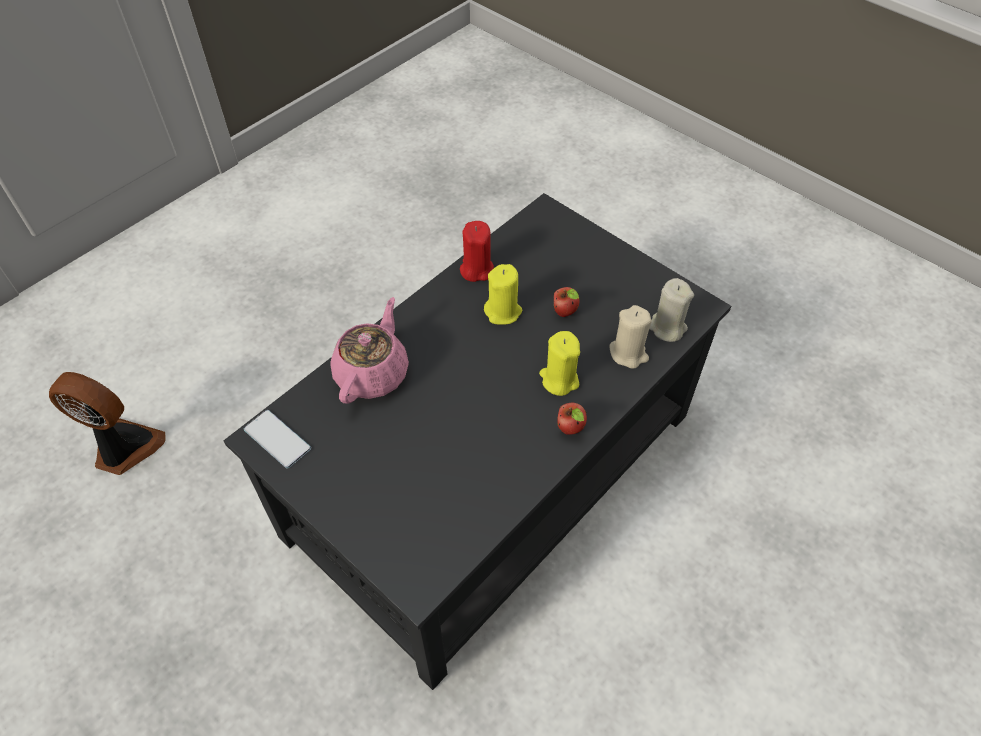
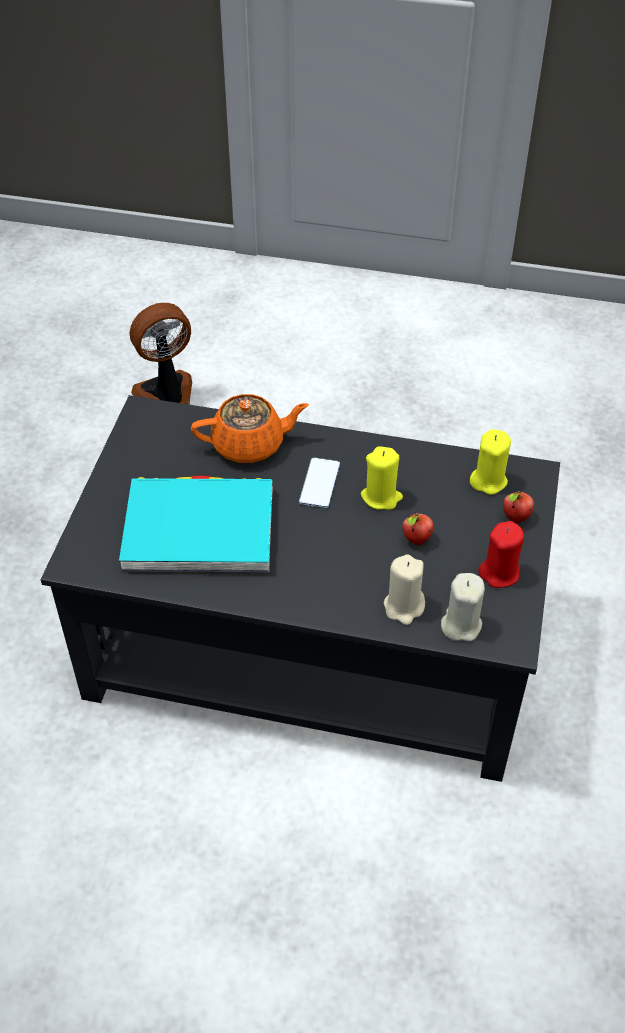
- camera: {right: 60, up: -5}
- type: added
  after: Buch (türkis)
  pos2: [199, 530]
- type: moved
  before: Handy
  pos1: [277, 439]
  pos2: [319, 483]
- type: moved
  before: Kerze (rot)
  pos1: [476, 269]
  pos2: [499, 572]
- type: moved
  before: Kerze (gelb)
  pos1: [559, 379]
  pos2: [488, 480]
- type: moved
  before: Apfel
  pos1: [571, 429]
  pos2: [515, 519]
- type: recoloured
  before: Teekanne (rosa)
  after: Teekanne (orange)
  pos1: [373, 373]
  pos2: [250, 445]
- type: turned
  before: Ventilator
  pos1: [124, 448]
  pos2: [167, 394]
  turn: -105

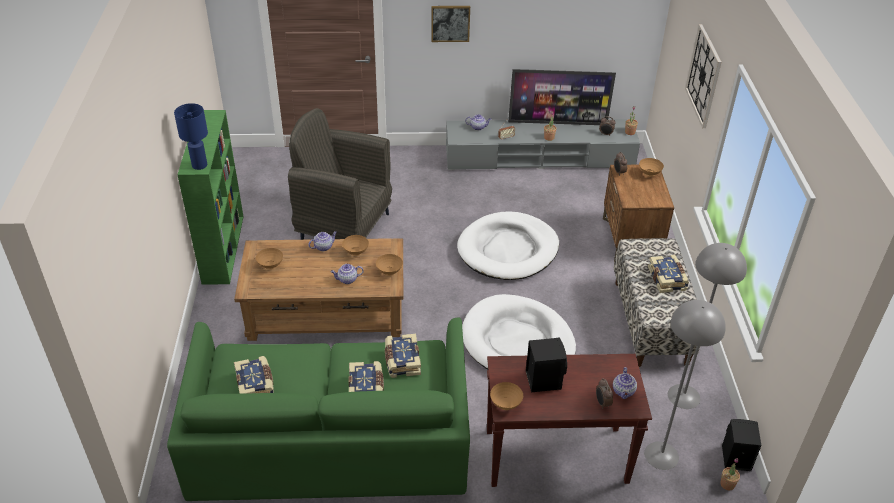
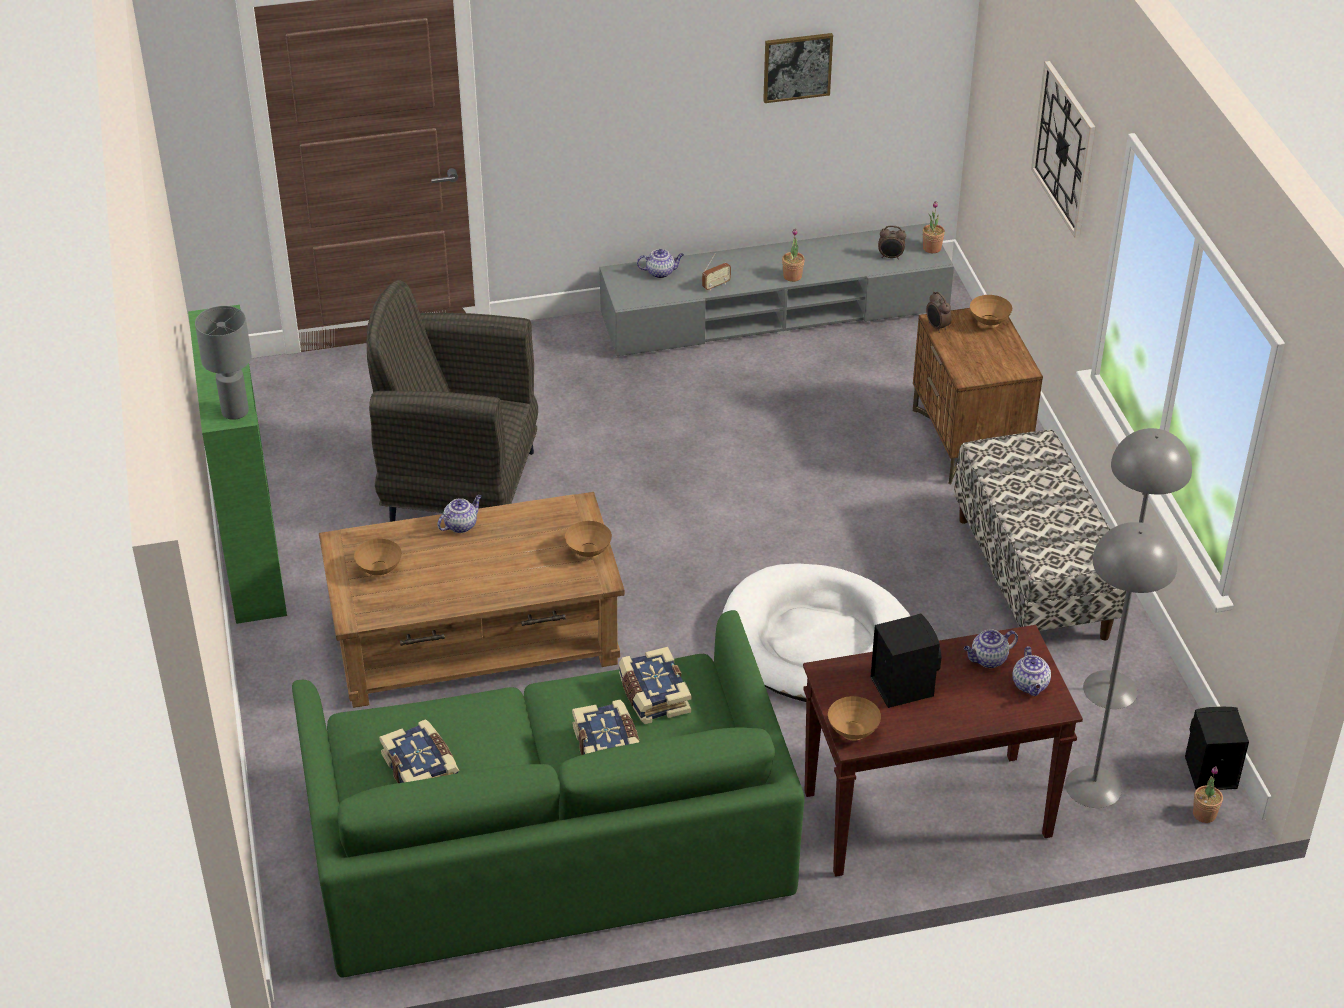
- camera: {right: -10, up: 0}
- type: removed
  before: Schüssel (braun)
  pos1: [356, 252]
- type: removed
  before: Hundebett (weiß)
  pos1: [508, 249]
- type: removed
  before: Fernseher
  pos1: [557, 123]
- type: removed
  before: Wecker
  pos1: [602, 403]
- type: removed
  before: Buch
  pos1: [667, 279]
- type: moved
  before: Teekanne
  pos1: [347, 280]
  pos2: [988, 660]
- type: moved
  before: Bild
  pos1: [450, 23]
  pos2: [797, 67]
- type: recoloured
  before: Tischlampe (blau)
  after: Tischlampe (grau)
  pos1: [200, 165]
  pos2: [236, 411]

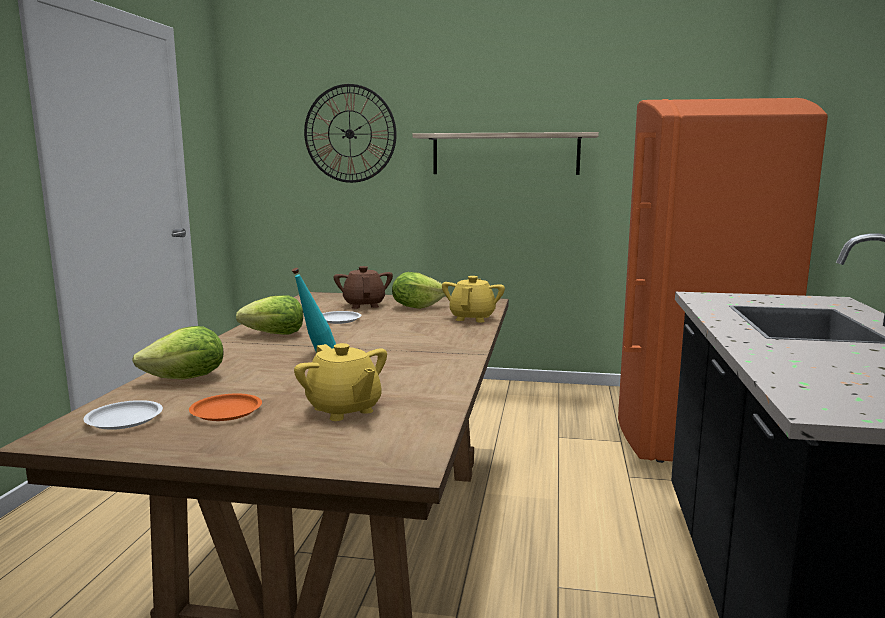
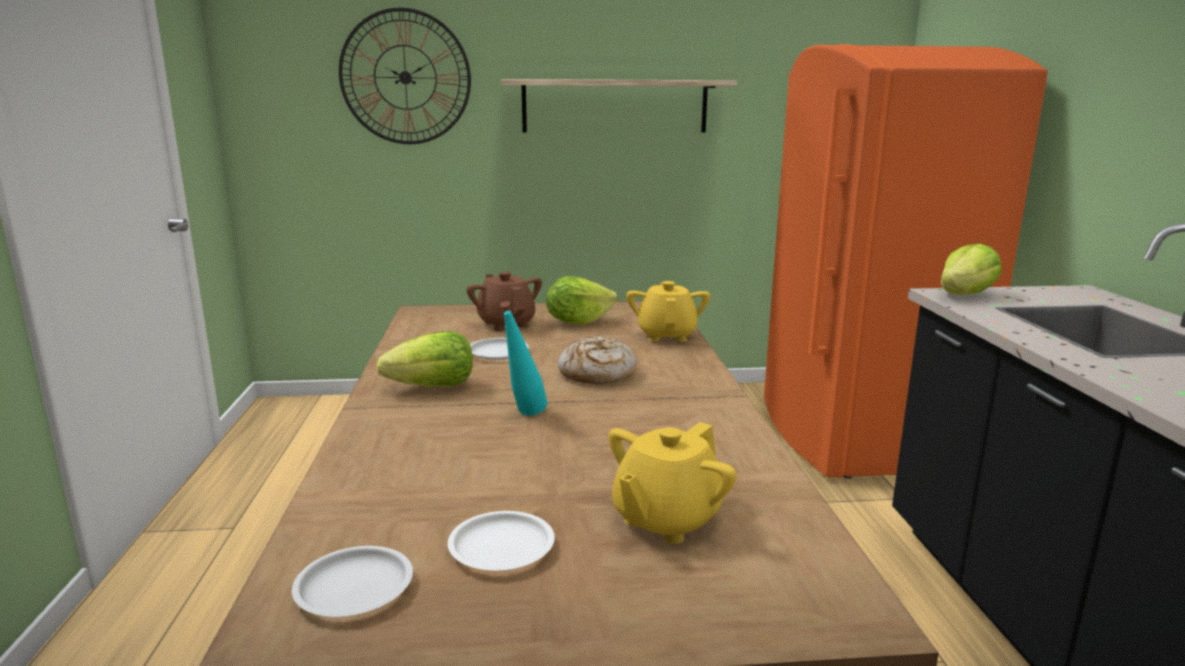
- camera: {right: -15, up: 5}
- type: added
  after: Brot
  pos2: [597, 373]
- type: moved
  before: Salatkopf
  pos1: [187, 379]
  pos2: [965, 295]
- type: recoloured
  before: Teller (orange)
  after: Teller (weiß)
  pos1: [226, 411]
  pos2: [501, 547]
- type: turned
  before: Teekanne (gelb)
  pos1: [343, 410]
  pos2: [666, 519]
  turn: 90

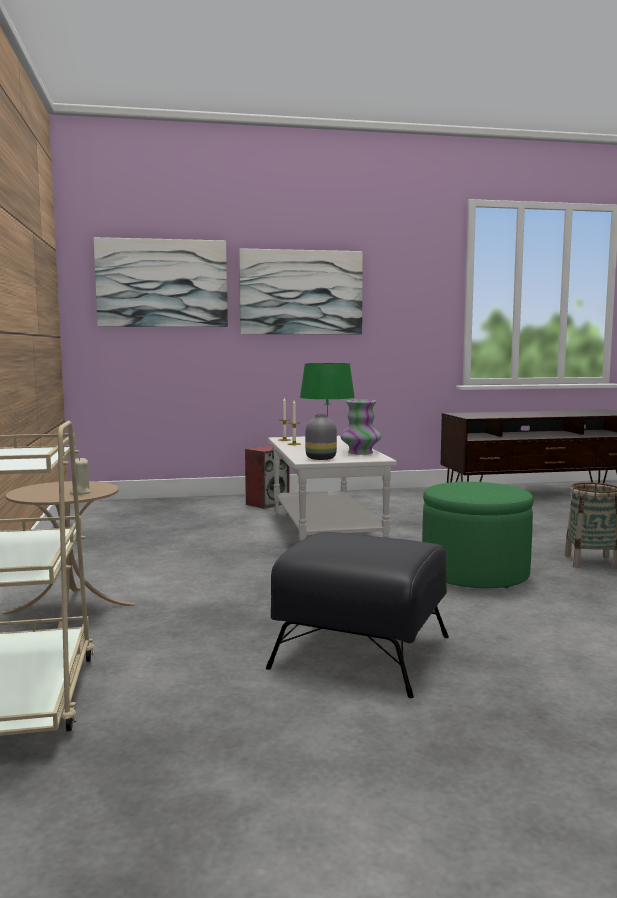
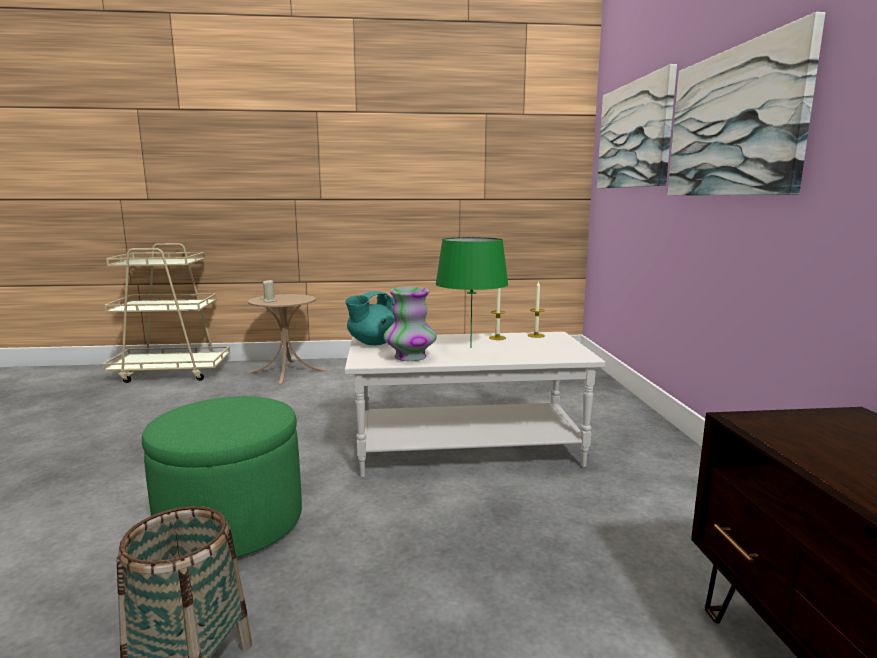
- camera: {right: 95, up: 5}
- type: removed
  before: Lautsprecher
  pos1: [267, 503]
- type: removed
  before: Polsterhocker (schwarz)
  pos1: [360, 651]
- type: replaced
  before: Vase (grau)
  after: Teekanne (türkis)
  pos1: [321, 459]
  pos2: [373, 343]

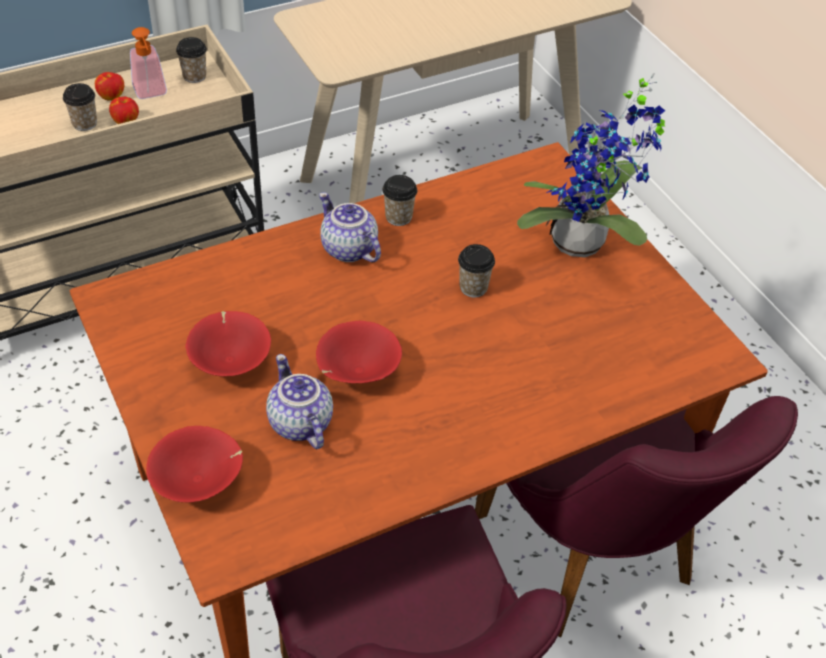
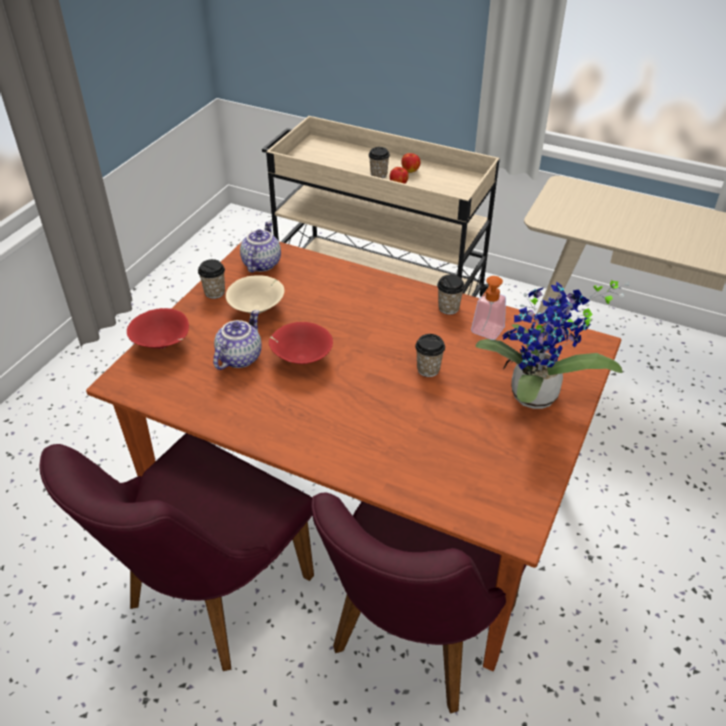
- camera: {right: 55, up: -5}
- type: moved
  before: Seifenspender
  pos1: [151, 93]
  pos2: [485, 333]
- type: moved
  before: Tasse
  pos1: [194, 76]
  pos2: [214, 292]
- type: moved
  before: Teekanne
  pos1: [347, 249]
  pos2: [260, 263]
- type: recoloured
  before: Schüssel (rot)
  after: Schüssel (beige)
  pos1: [231, 361]
  pos2: [258, 309]

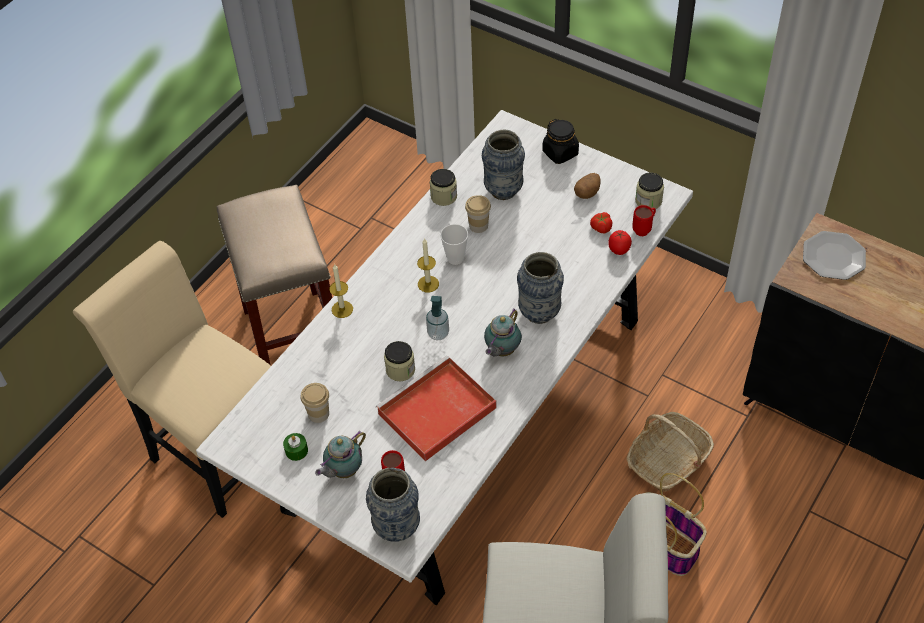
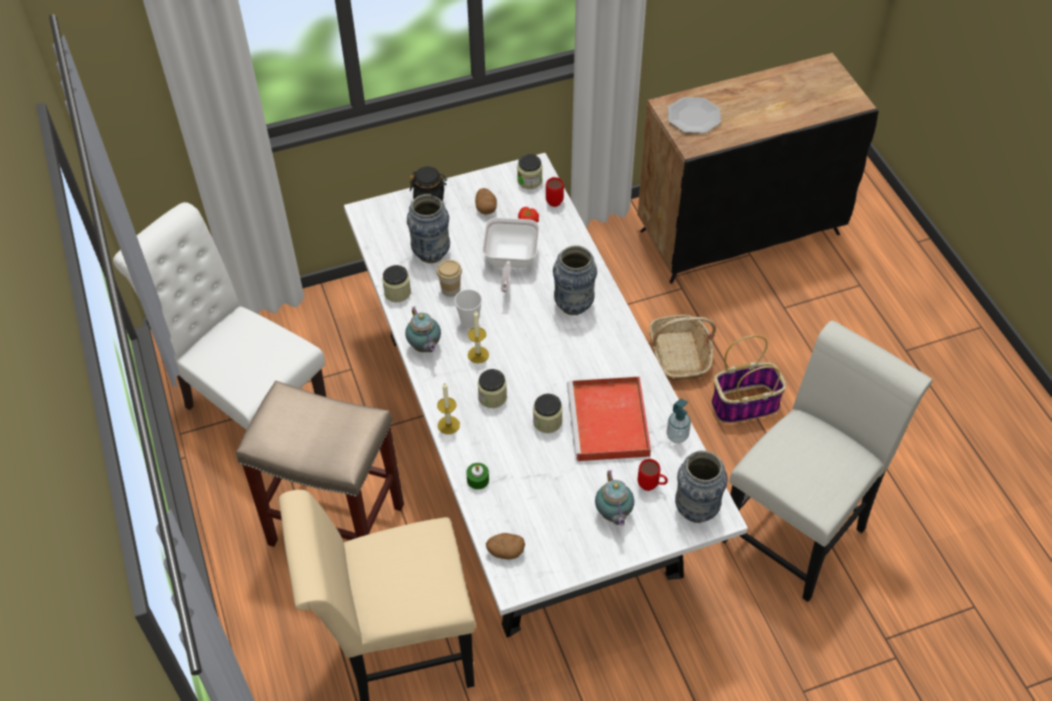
- camera: {right: -55, up: 0}
- type: removed
  before: Tasse
  pos1: [318, 413]
- type: removed
  before: Tomate
  pos1: [619, 250]
- type: added
  after: Stuhl (weiß)
  pos2: [248, 405]
- type: added
  after: Vorratsglas
  pos2: [492, 397]
- type: added
  after: Pfanne
  pos2: [510, 262]
- type: added
  after: Kartoffel
  pos2: [505, 551]
- type: moved
  before: Kerze (grün)
  pos1: [296, 450]
  pos2: [478, 480]
- type: moved
  before: Seifenspender
  pos1: [438, 333]
  pos2: [677, 436]
- type: moved
  before: Teekanne
  pos1: [501, 351]
  pos2: [425, 348]

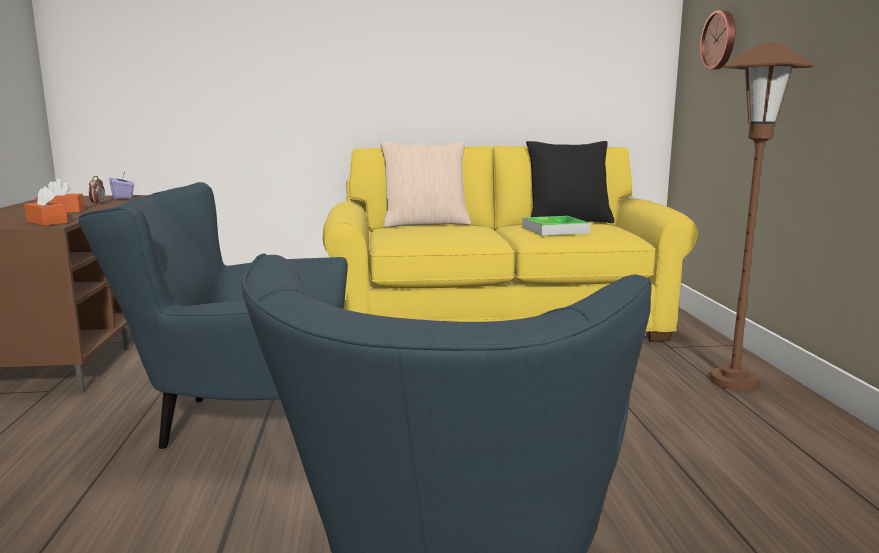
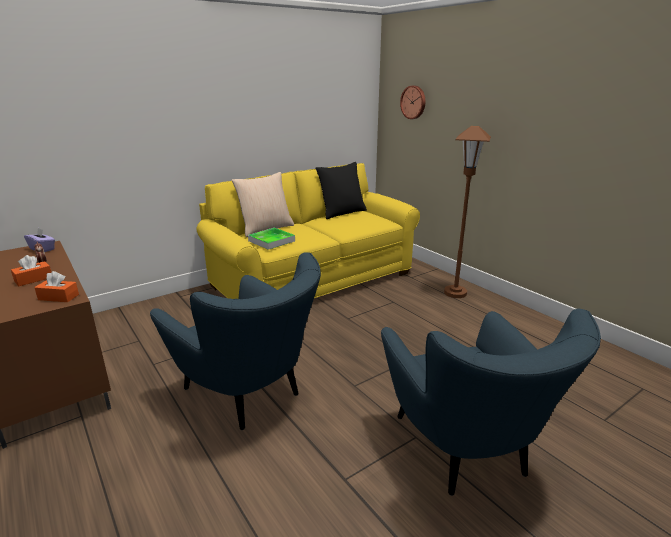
- camera: {right: -30, up: 10}
- type: moved
  before: Tablett
  pos1: [555, 230]
  pos2: [271, 241]
- type: turned
  before: Sessel (blau)
  pos1: [238, 422]
  pos2: [248, 394]
  turn: -105

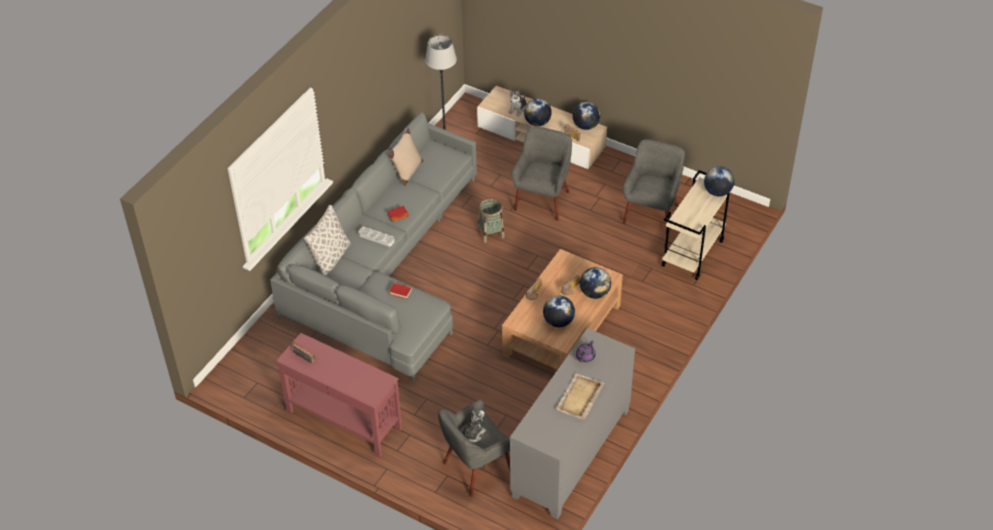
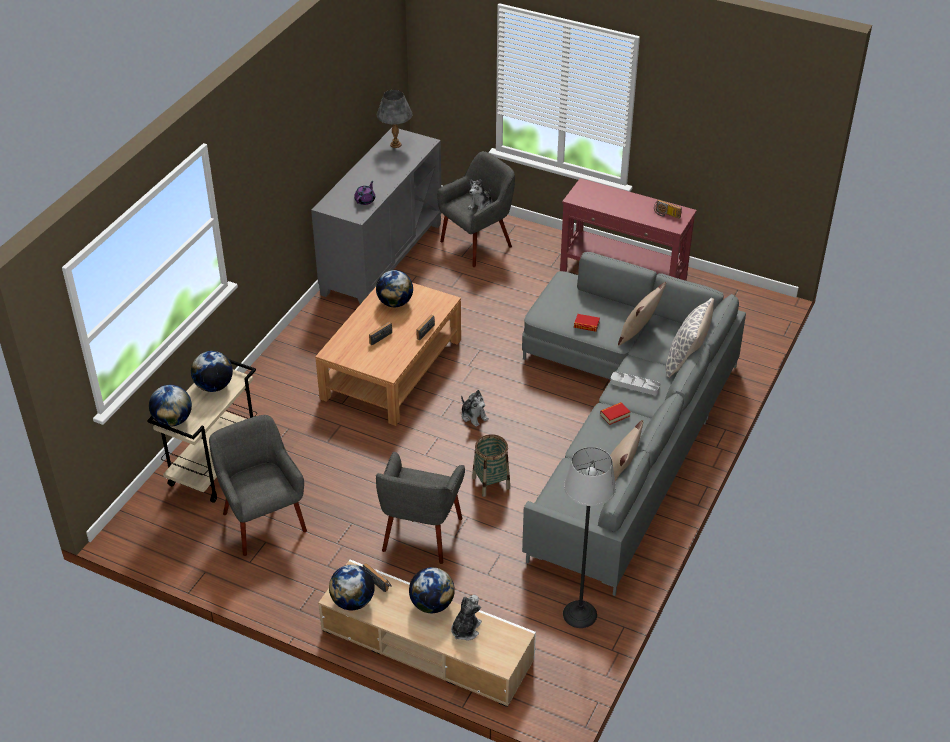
- camera: {right: 175, up: -5}
- type: removed
  before: Tablett (beige)
  pos1: [579, 398]
- type: added
  after: Tischlampe (grau)
  pos2: [396, 144]
- type: added
  after: Plüschtier
  pos2: [474, 416]
- type: added
  after: Kissen (beige)
  pos2: [639, 333]
- type: moved
  before: Globus
  pos1: [595, 293]
  pos2: [214, 386]
- type: turned
  before: Sessel (grau)
  pos1: [651, 213]
  pos2: [263, 521]
  turn: 135

